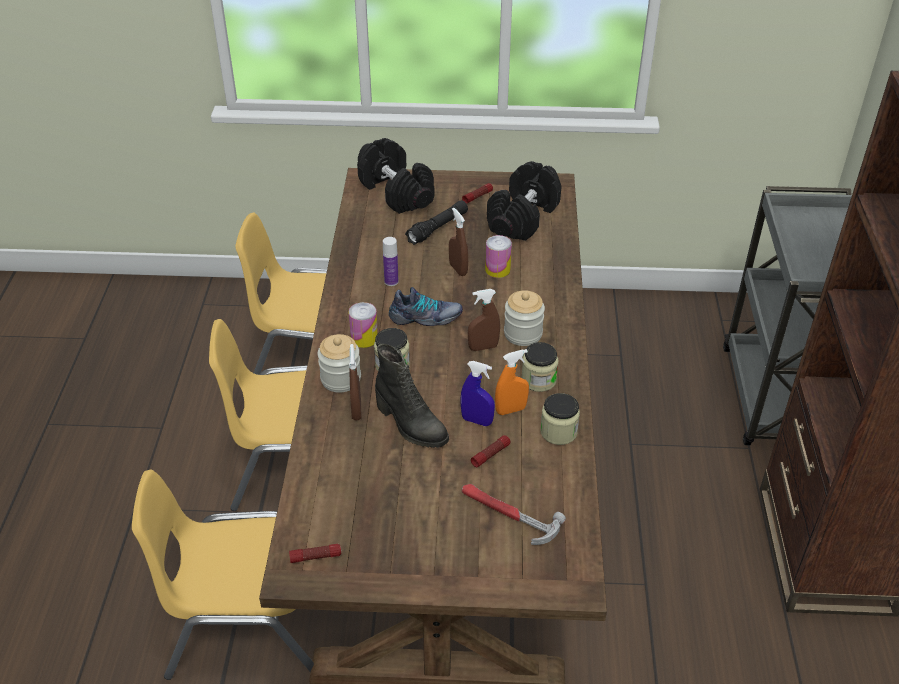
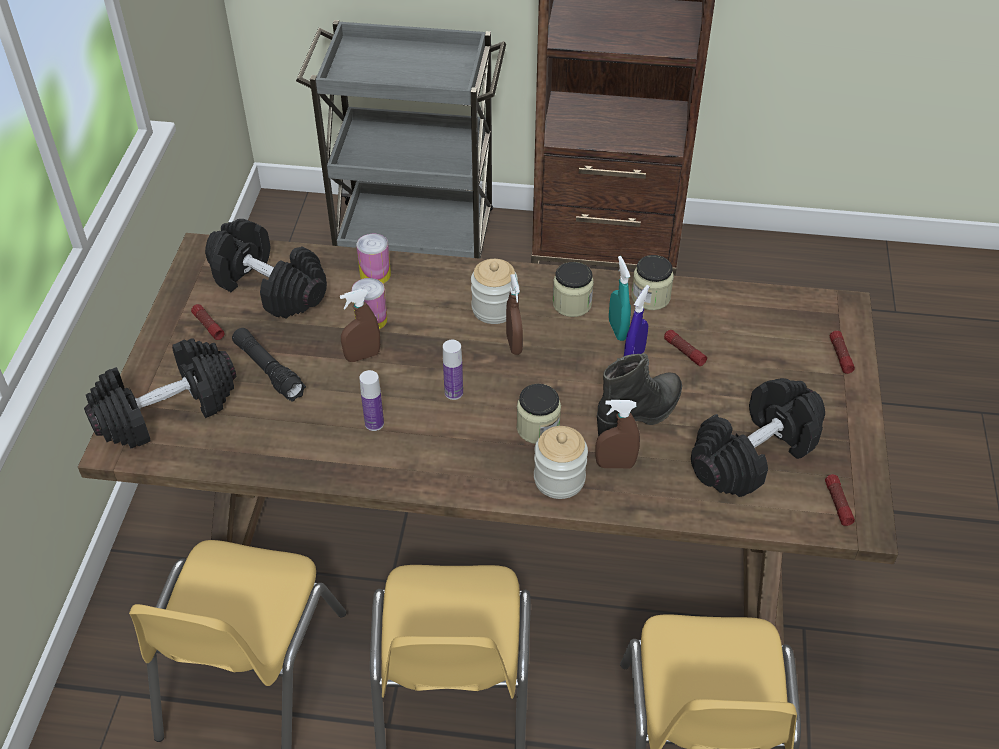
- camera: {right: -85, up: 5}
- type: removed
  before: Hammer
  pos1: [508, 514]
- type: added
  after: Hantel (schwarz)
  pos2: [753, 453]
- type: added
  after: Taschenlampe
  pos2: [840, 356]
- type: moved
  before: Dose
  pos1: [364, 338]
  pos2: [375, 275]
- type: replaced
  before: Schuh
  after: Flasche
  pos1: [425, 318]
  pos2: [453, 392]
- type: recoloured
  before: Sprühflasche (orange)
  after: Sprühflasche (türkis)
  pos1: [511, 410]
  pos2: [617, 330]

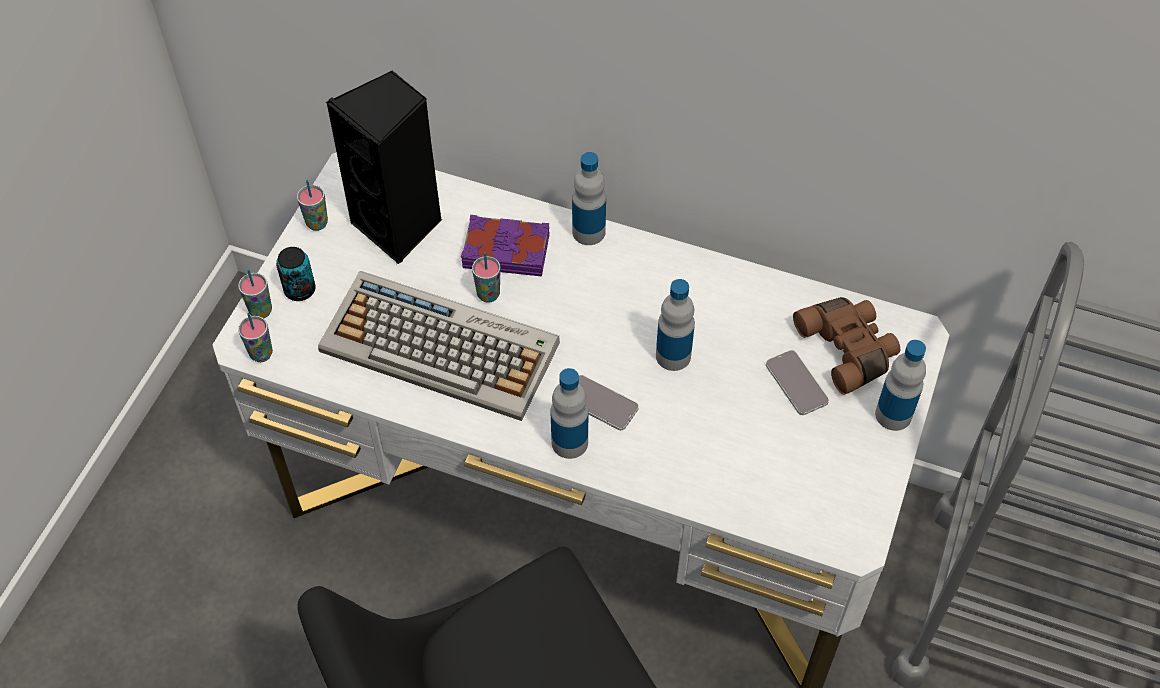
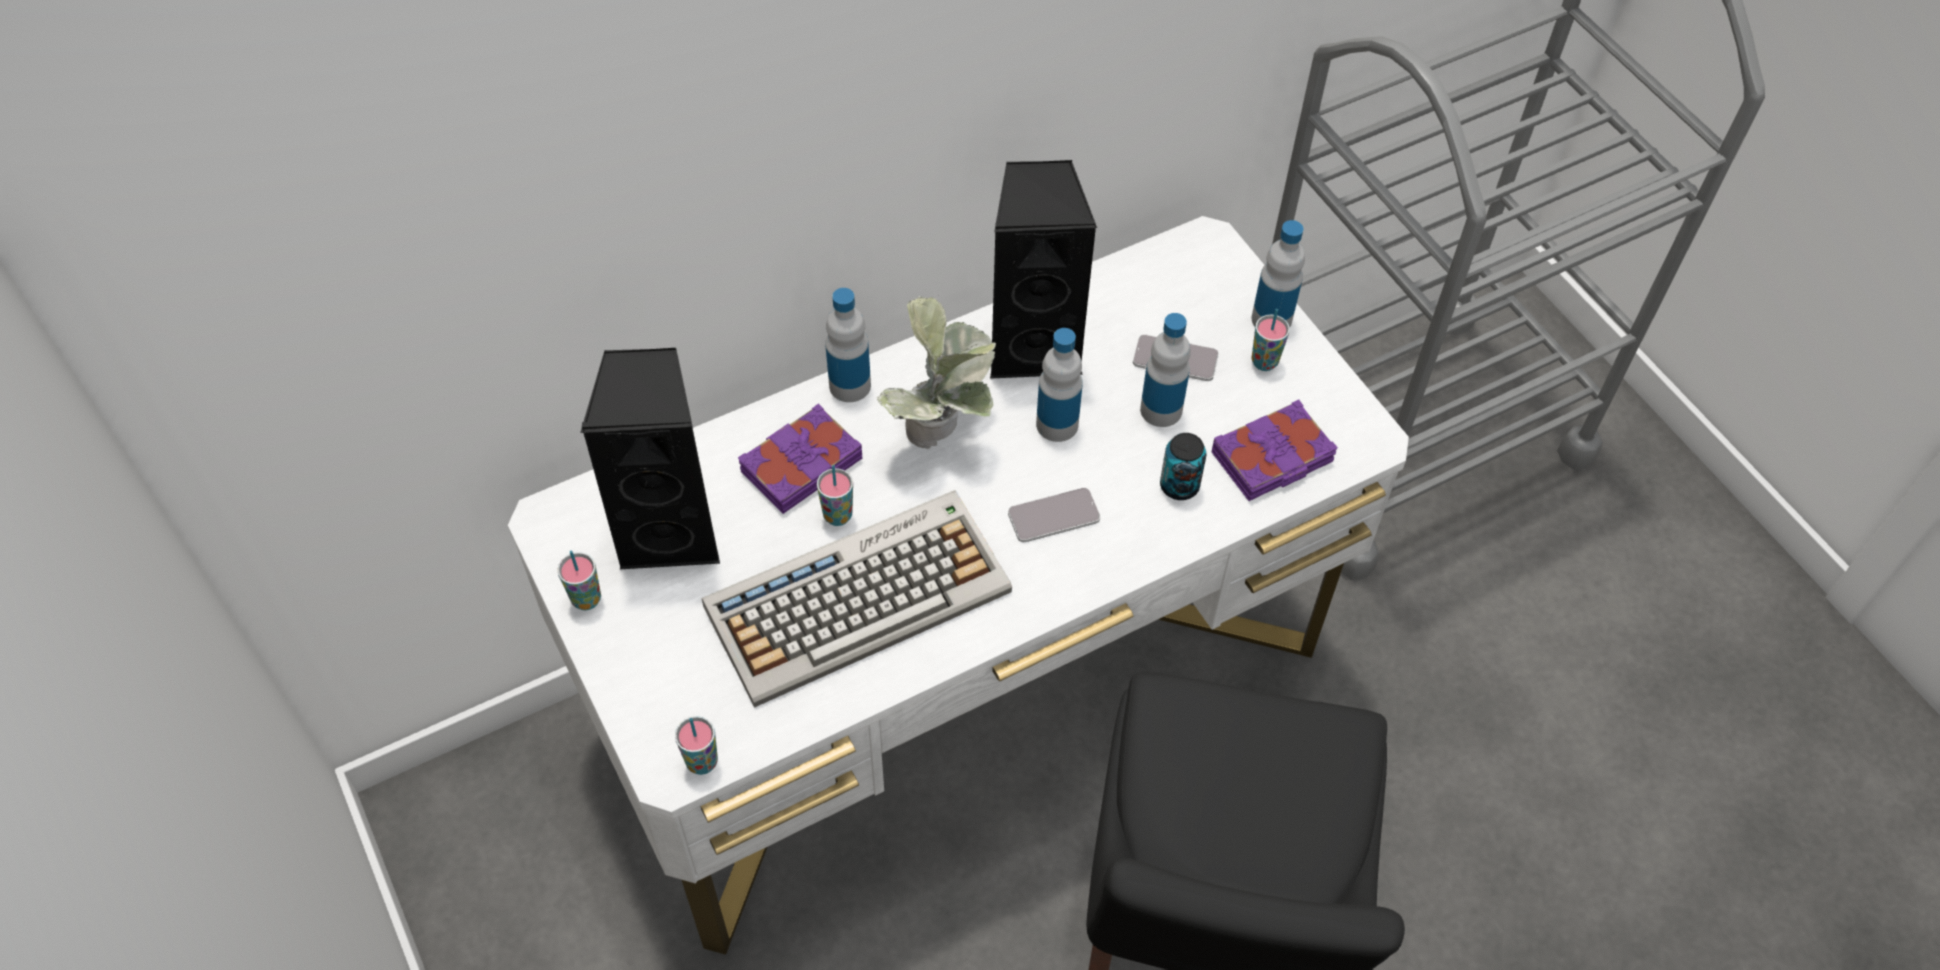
- camera: {right: -50, up: 0}
- type: removed
  before: Fernglas (braun)
  pos1: [849, 349]
- type: added
  after: Topfpflanze
  pos2: [943, 435]
- type: added
  after: Lautsprecher (schwarz)
  pos2: [1034, 345]
- type: added
  after: Buch (lila)
  pos2: [1273, 458]
- type: moved
  before: Tasse
  pos1: [261, 311]
  pos2: [1264, 362]
- type: moved
  before: Dose
  pos1: [300, 290]
  pos2: [1179, 486]
- type: moved
  before: Flasche
  pos1: [569, 442]
  pos2: [1161, 410]

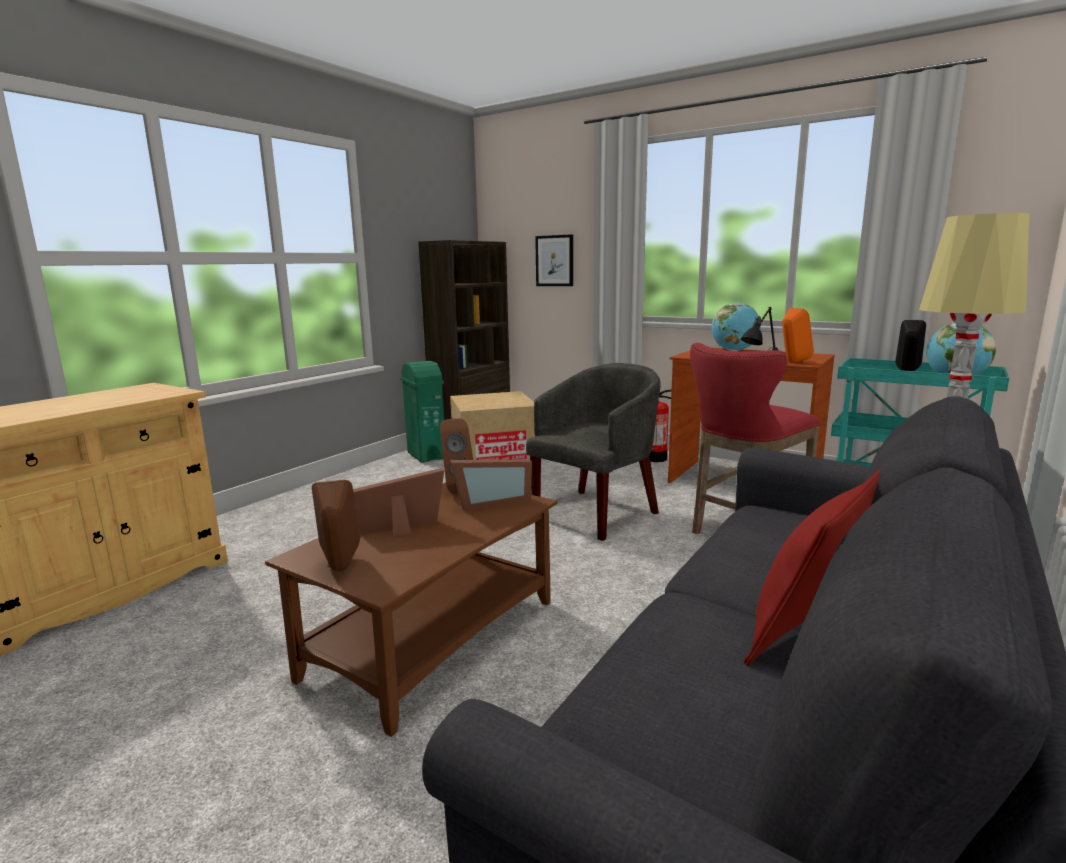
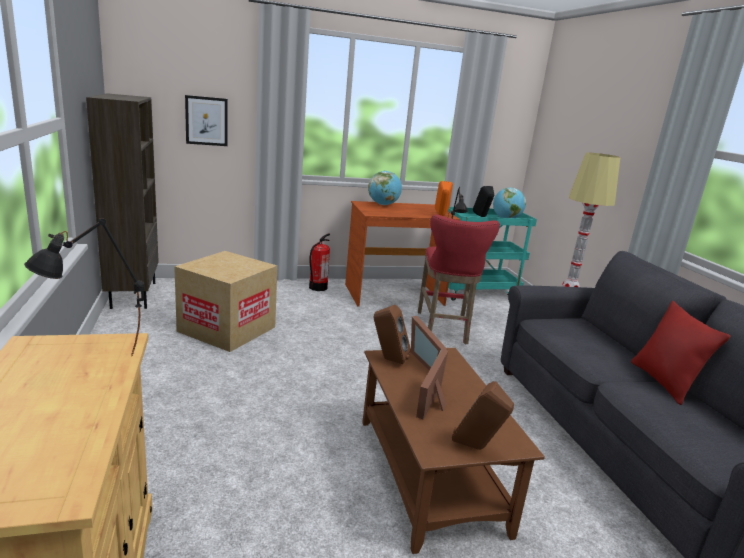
- camera: {right: -50, up: 5}
- type: removed
  before: Mülleimer (grün)
  pos1: [426, 455]
- type: removed
  before: Sessel (grau)
  pos1: [597, 513]
- type: added
  after: Tischlampe (schwarz)
  pos2: [96, 366]
- type: turned
  before: Bilderrahmen
  pos1: [490, 501]
  pos2: [429, 362]
  turn: 135

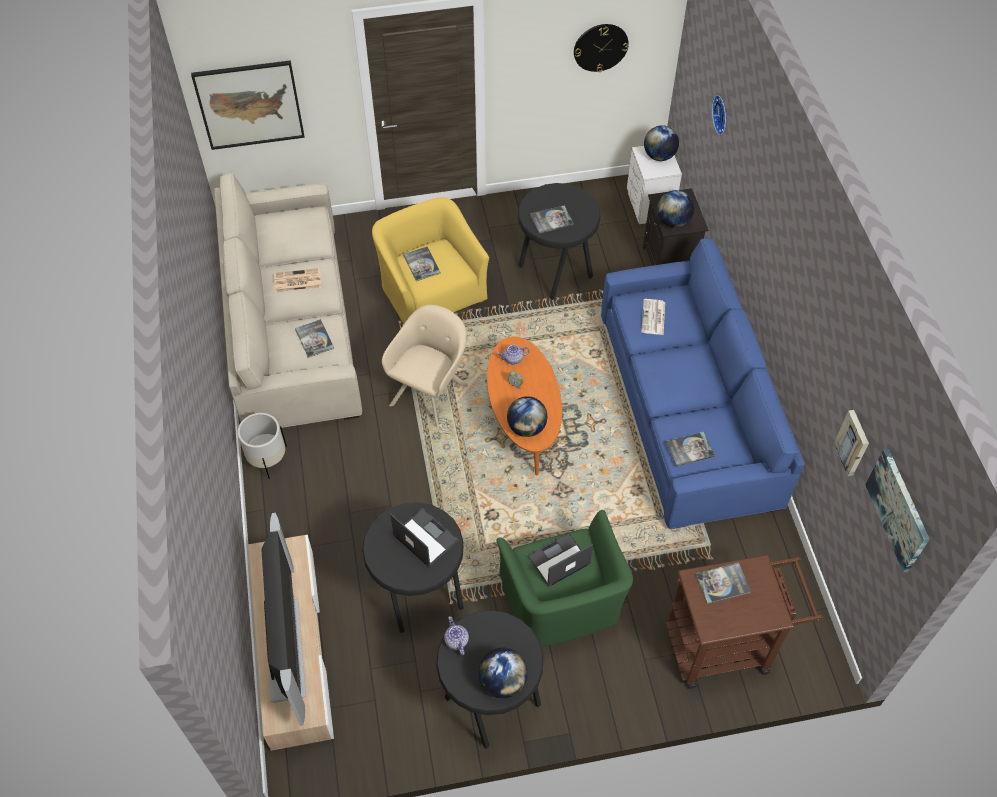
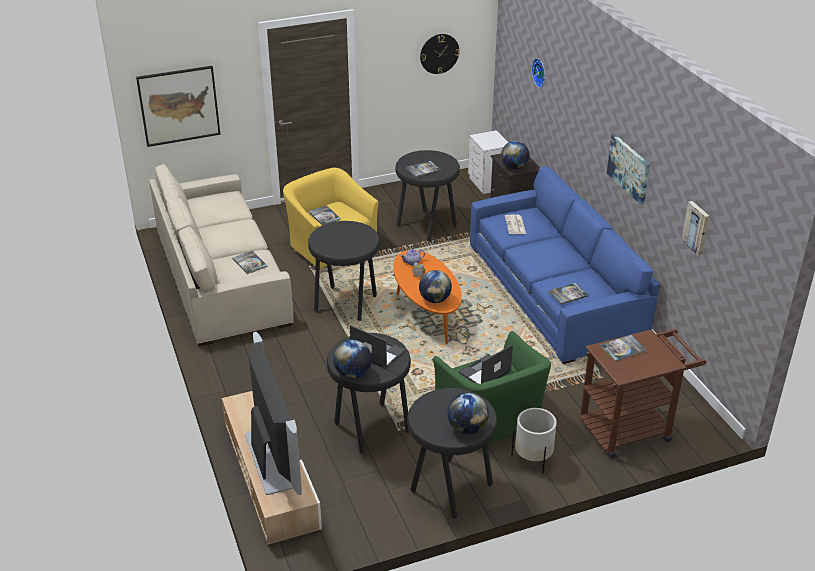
- camera: {right: -10, up: -20}
- type: removed
  before: Zeitung
  pos1: [297, 281]
- type: removed
  before: Teekanne
  pos1: [456, 641]
- type: moved
  before: Pflanzkübel (weiß)
  pos1: [267, 459]
  pos2: [533, 459]
- type: moved
  before: Globus
  pos1: [659, 156]
  pos2: [353, 374]
- type: moved
  before: Bild
  pos1: [898, 510]
  pos2: [629, 168]
- type: replaced
  before: Sessel (beige)
  after: Hocker (schwarz)
  pos1: [431, 392]
  pos2: [346, 305]

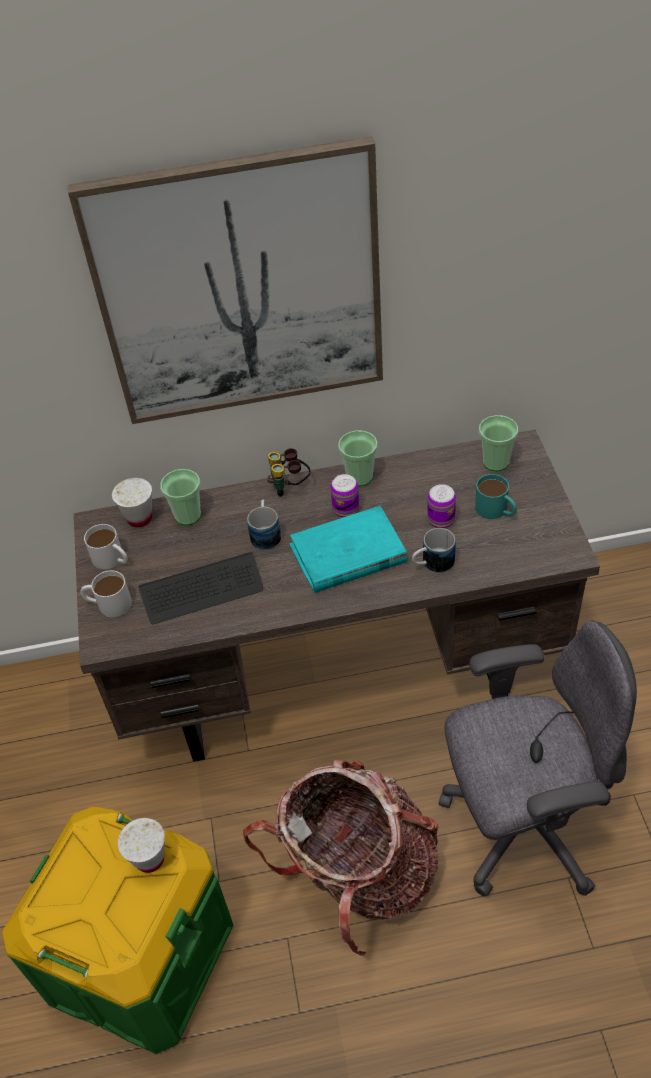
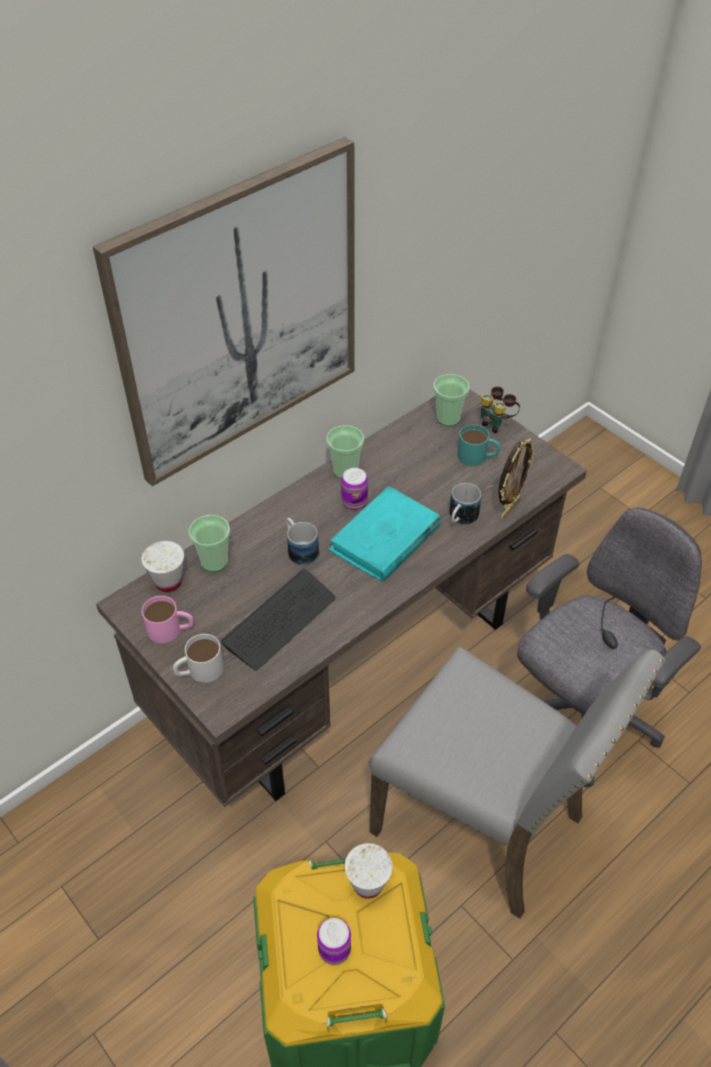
- camera: {right: -35, up: 0}
- type: added
  after: Bilderrahmen
  pos2: [509, 508]
- type: moved
  before: Fernglas
  pos1: [290, 487]
  pos2: [496, 423]
- type: moved
  before: Dose
  pos1: [441, 520]
  pos2: [334, 949]
- type: replaced
  before: Rucksack
  after: Stuhl (grau)
  pos1: [358, 875]
  pos2: [483, 823]
- type: recoloured
  before: Henkelbecher (weiß)
  after: Henkelbecher (rosa)
  pos1: [112, 559]
  pos2: [171, 629]

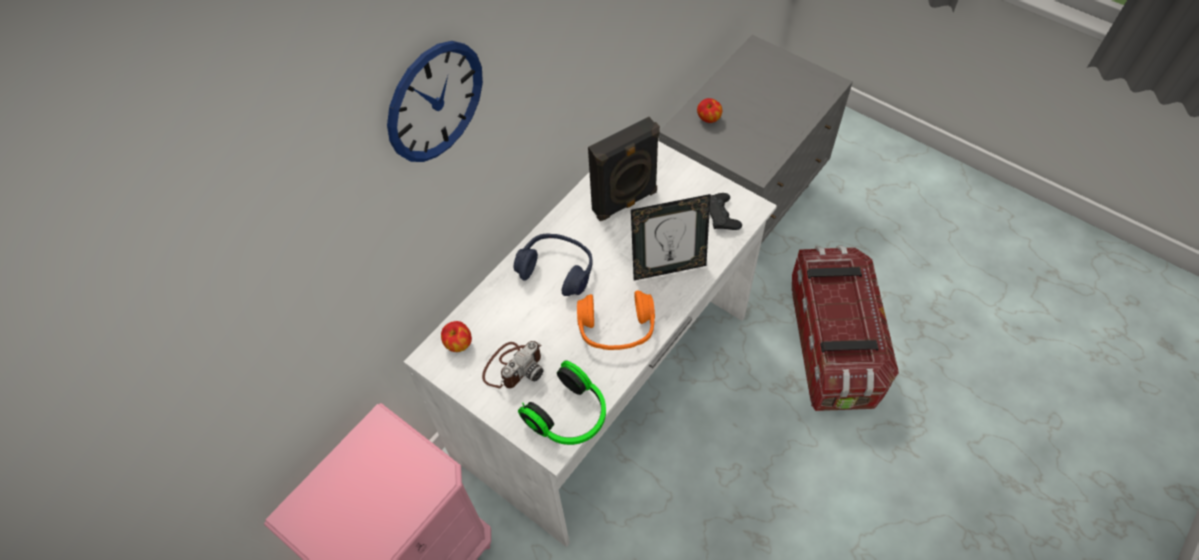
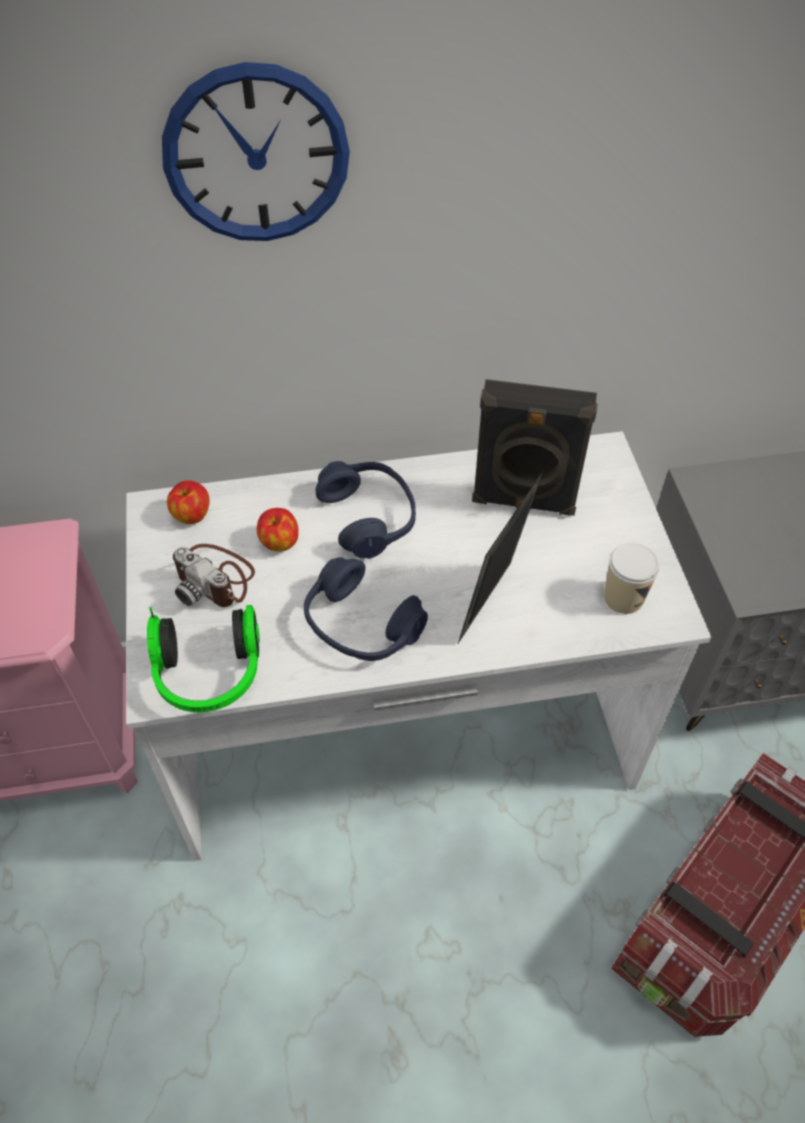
- camera: {right: 40, up: -5}
- type: moved
  before: Apfel
  pos1: [708, 119]
  pos2: [279, 543]
- type: replaced
  before: Gamepad (schwarz)
  after: Tasse
  pos1: [721, 216]
  pos2: [623, 598]
- type: recoloured
  before: Kopfhörer (orange)
  after: Kopfhörer (blau)
  pos1: [616, 328]
  pos2: [361, 625]
- type: turned
  before: Kamera
  pos1: [513, 366]
  pos2: [215, 578]
  turn: 45
- type: turned
  before: Bilderrahmen
  pos1: [668, 268]
  pos2: [493, 606]
  turn: 90

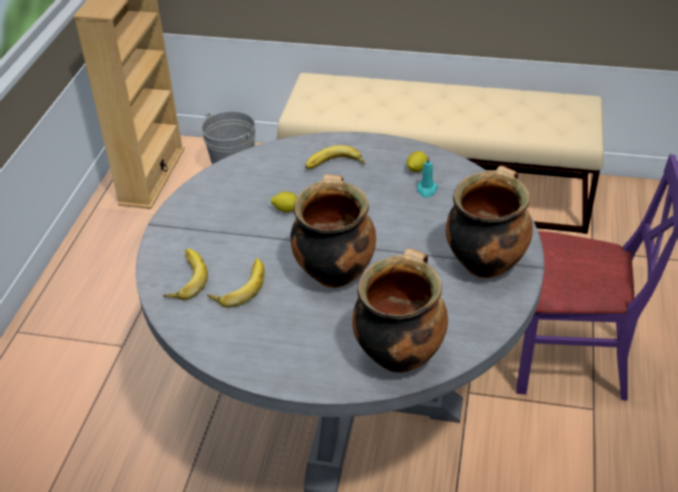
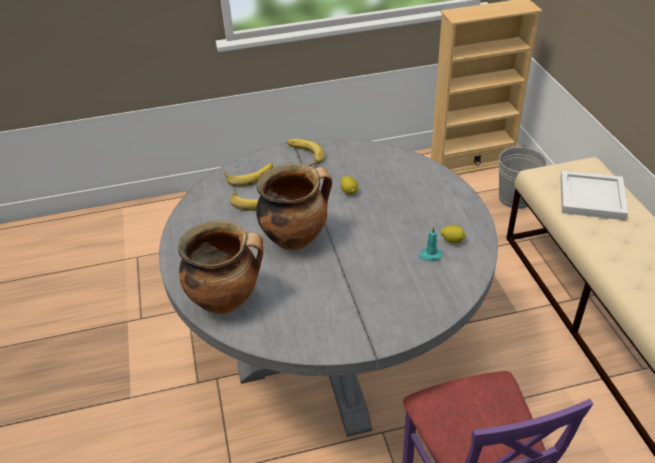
- camera: {right: 65, up: 0}
- type: removed
  before: Kochtopf
  pos1: [485, 262]
- type: added
  after: Tablett (weiß)
  pos2: [590, 197]
- type: moved
  before: Banane
  pos1: [335, 165]
  pos2: [303, 155]

